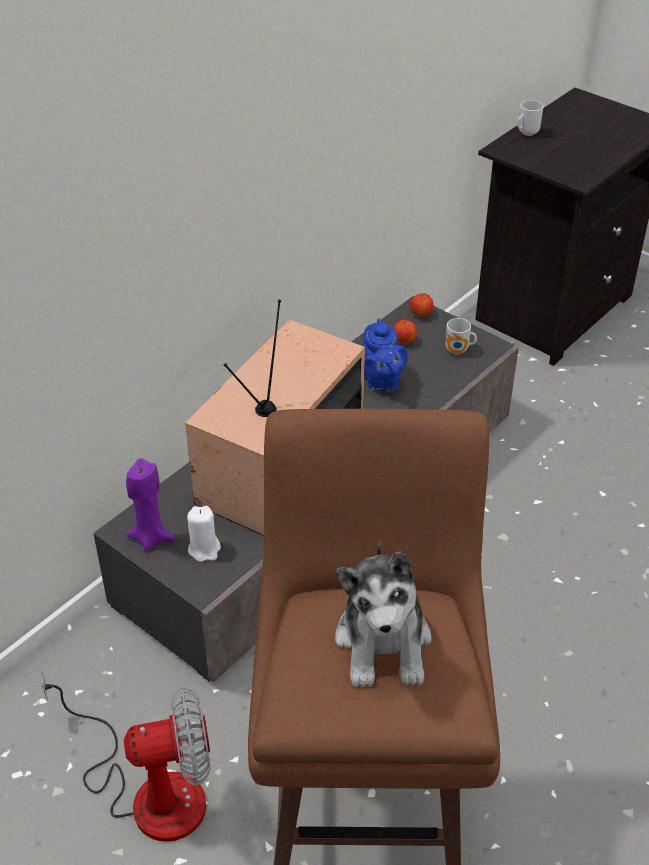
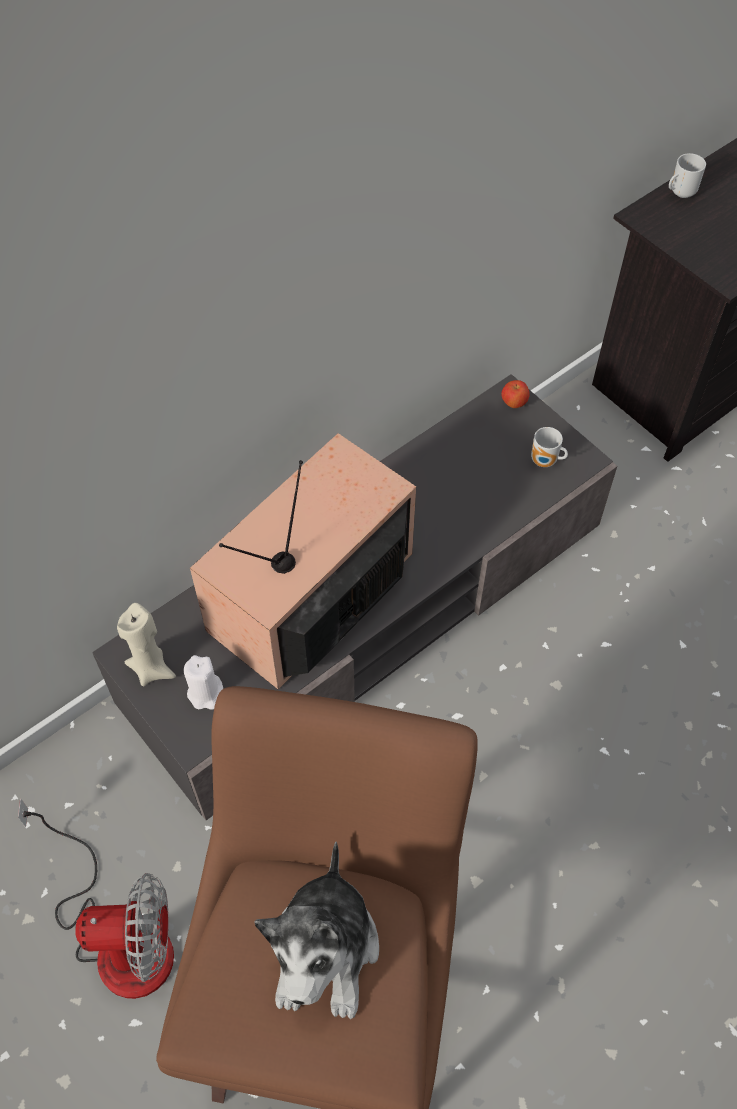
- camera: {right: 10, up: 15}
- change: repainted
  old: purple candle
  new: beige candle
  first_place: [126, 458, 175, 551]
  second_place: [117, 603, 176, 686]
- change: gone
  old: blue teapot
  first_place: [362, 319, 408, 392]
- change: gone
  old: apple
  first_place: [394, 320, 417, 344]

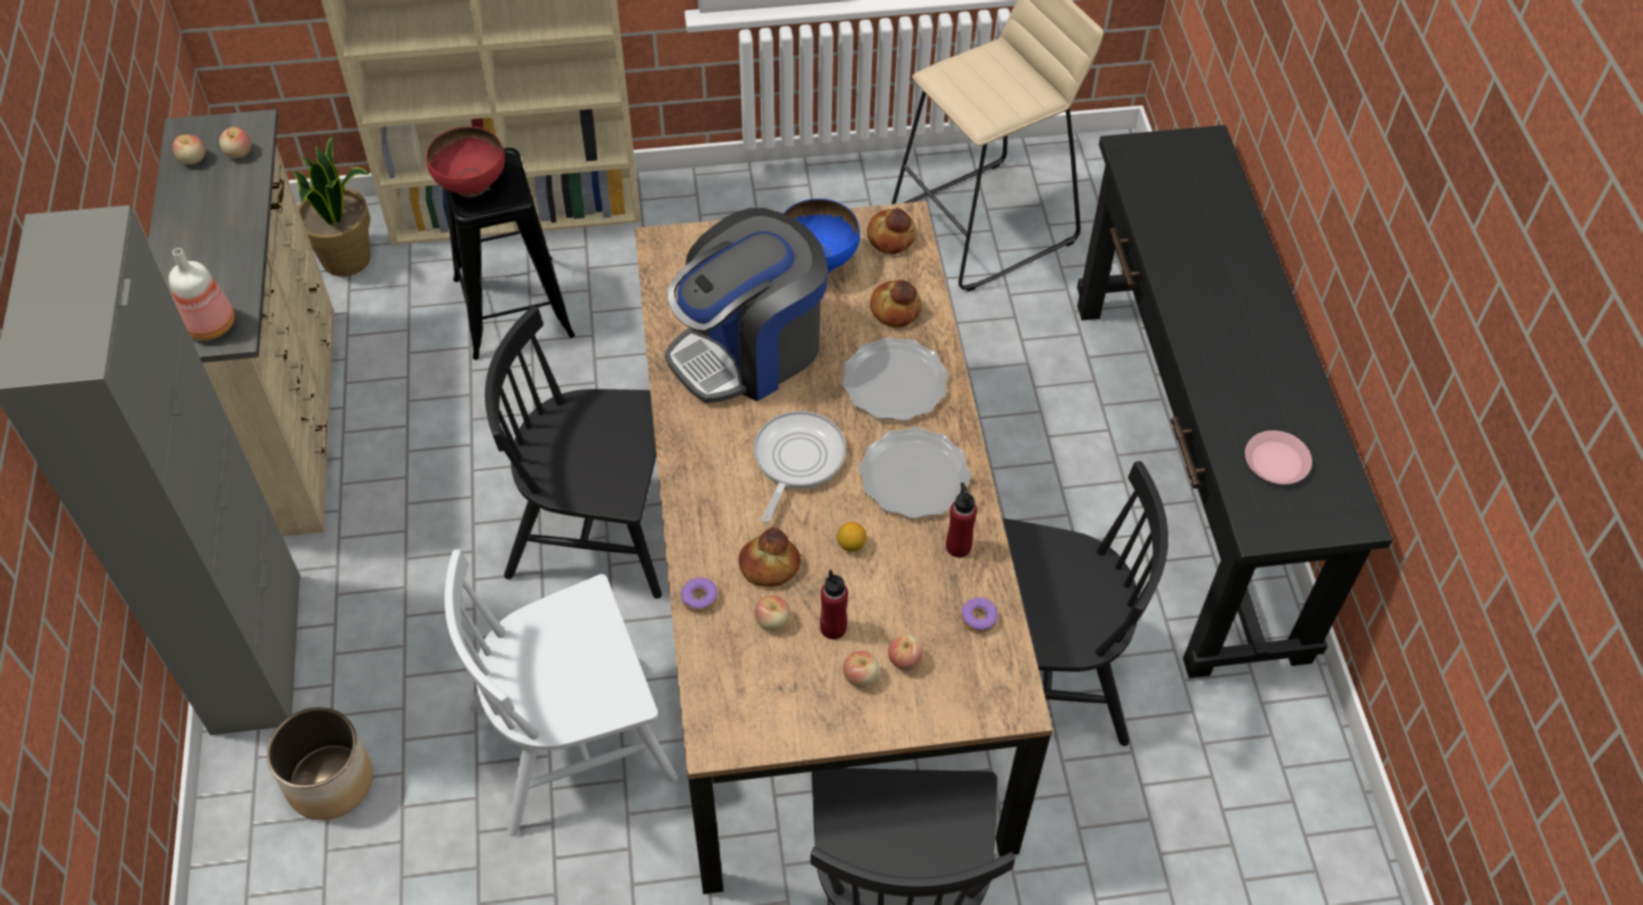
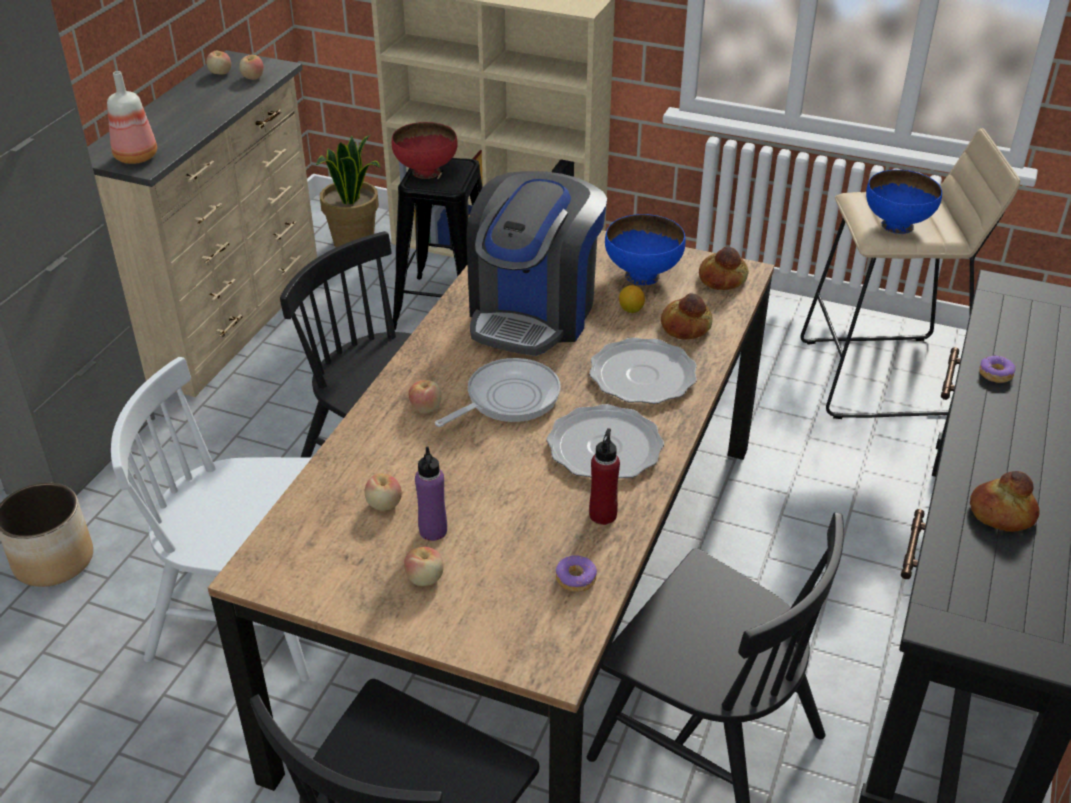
- camera: {right: 30, up: -15}
- change: shifted
  old: apple
  first_place: [888, 635, 924, 671]
  second_place: [409, 380, 442, 413]
- change: repainted
  old: red bottle
  new: purple bottle
  first_place: [820, 570, 848, 639]
  second_place: [415, 446, 447, 541]
- change: rotated
  old: coffee machine
  first_place: [665, 208, 828, 403]
  second_place: [466, 171, 607, 356]
  degrees: -60
- change: shifted
  old: lemon
  first_place: [837, 522, 866, 552]
  second_place: [619, 285, 645, 313]
- change: new
  new: blue bowl
  second_place: [866, 170, 942, 234]
- change: shifted
  old: bread
  first_place: [739, 528, 801, 587]
  second_place: [970, 471, 1040, 532]
- change: shifted
  old: donut
  first_place: [681, 577, 718, 613]
  second_place: [979, 354, 1016, 383]
- change: gone
  old: pink plate
  first_place: [1245, 430, 1312, 484]

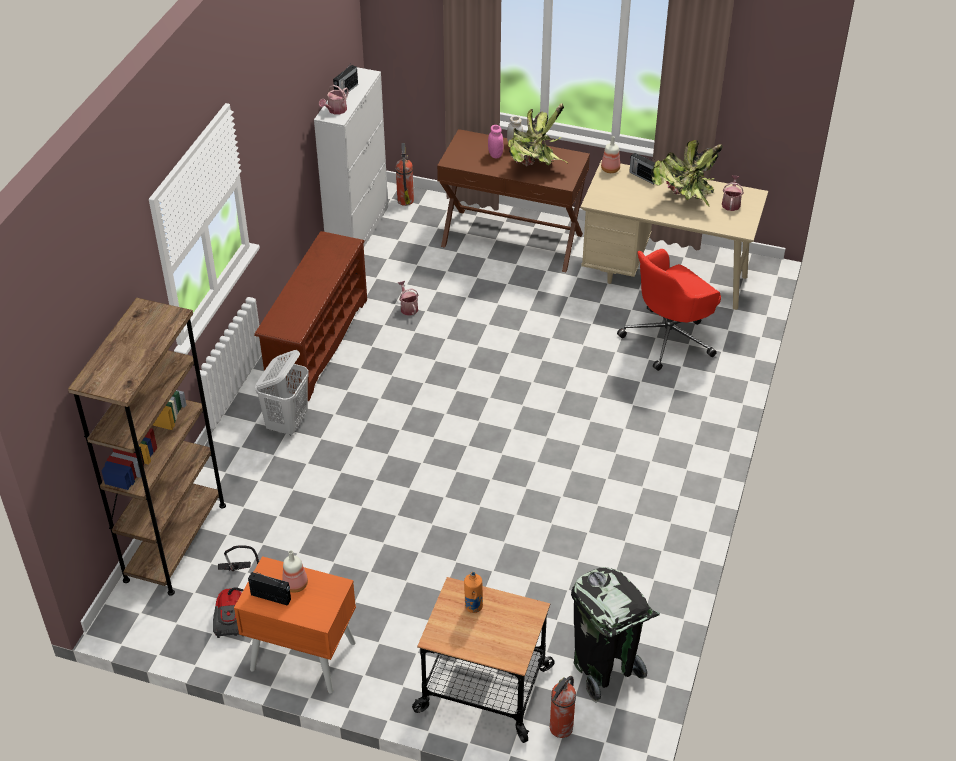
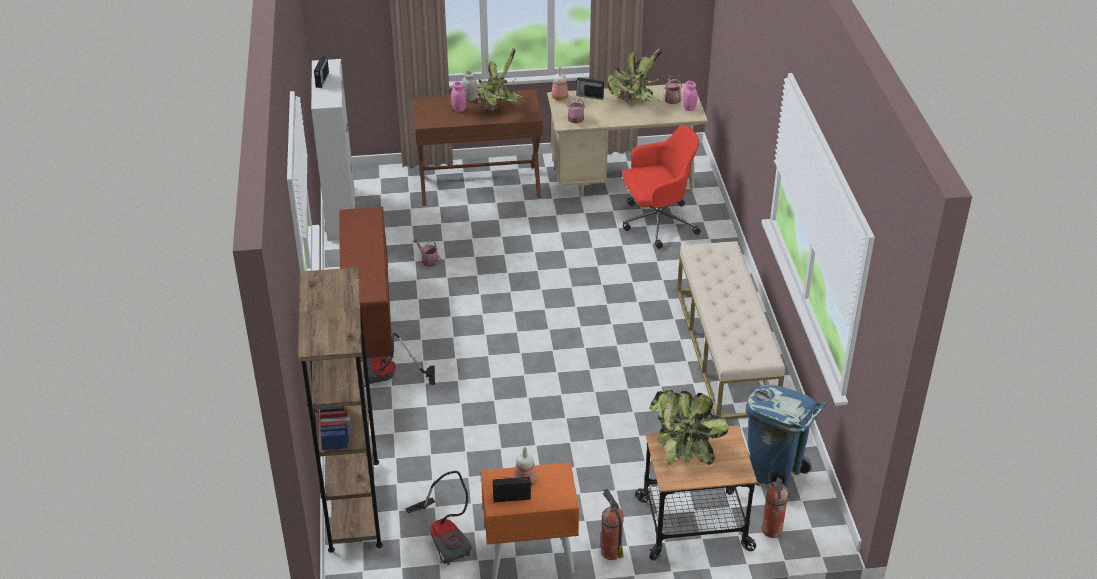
- camera: {right: -25, up: -5}
- change: swapped
  old: white laundry basket
  new: vacuum cleaner
  first_place: [255, 350, 309, 435]
  second_place: [360, 333, 435, 387]
- change: shifted
  old: watering can
  first_place: [319, 85, 349, 115]
  second_place: [567, 98, 585, 123]
- change: shifted
  old: fire extinguisher
  first_place: [396, 143, 414, 206]
  second_place: [601, 488, 624, 560]
- change: rotated
  old: red office chair
  first_place: [617, 249, 721, 371]
  second_place: [622, 125, 701, 249]
  degrees: -135
- change: swapped
  old: orange bottle
  new: potted plant
  first_place: [464, 572, 483, 613]
  second_place: [649, 389, 729, 465]
- change: new
  new: beige bench
  second_place: [677, 241, 785, 419]
- change: new
  new: pink jar
  second_place: [683, 81, 697, 111]
- change: repainted
  old: black trash can
  new: blue trash can
  first_place: [571, 567, 660, 702]
  second_place: [746, 385, 827, 498]

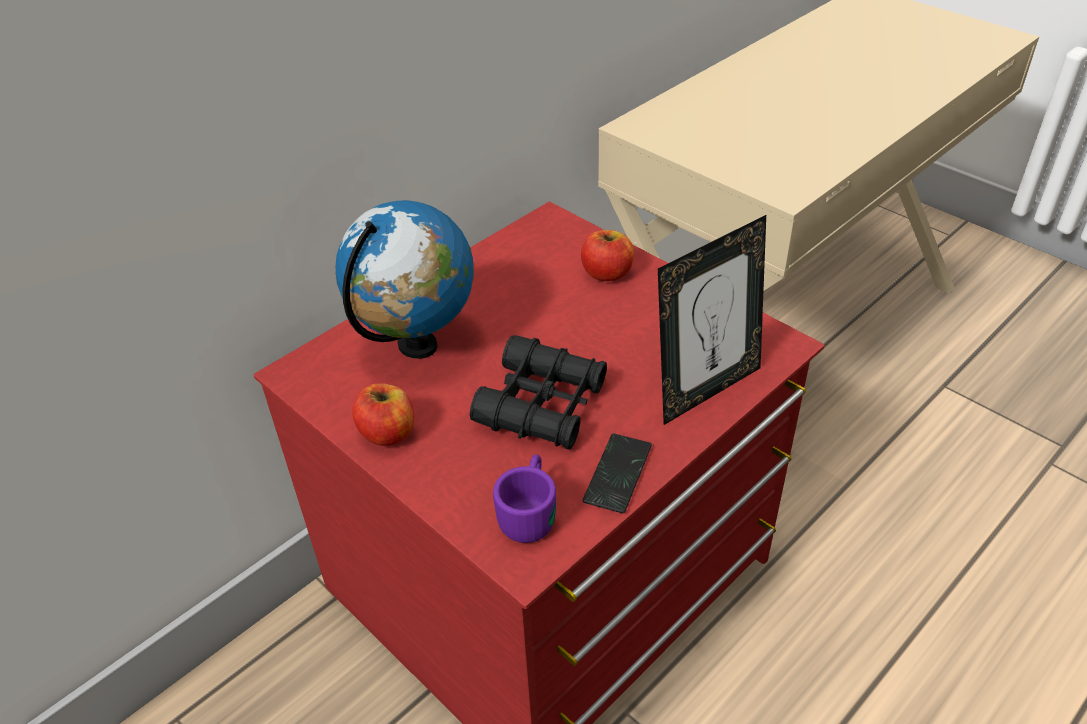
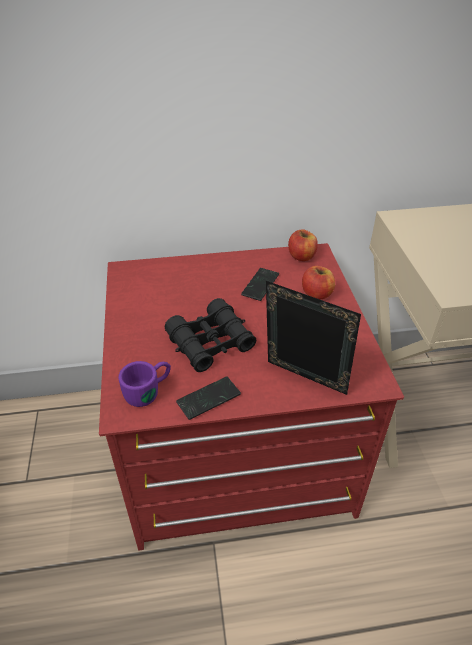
- camera: {right: 35, up: 0}
- change: new
  new: phone
  second_place: [241, 268, 279, 301]
- change: rotated
  old: picture frame
  first_place: [658, 215, 766, 425]
  second_place: [266, 281, 361, 395]
  degrees: -150
- change: shifted
  old: apple
  first_place: [352, 383, 414, 446]
  second_place: [288, 229, 318, 261]
- change: gone
  old: globe
  first_place: [336, 200, 474, 359]

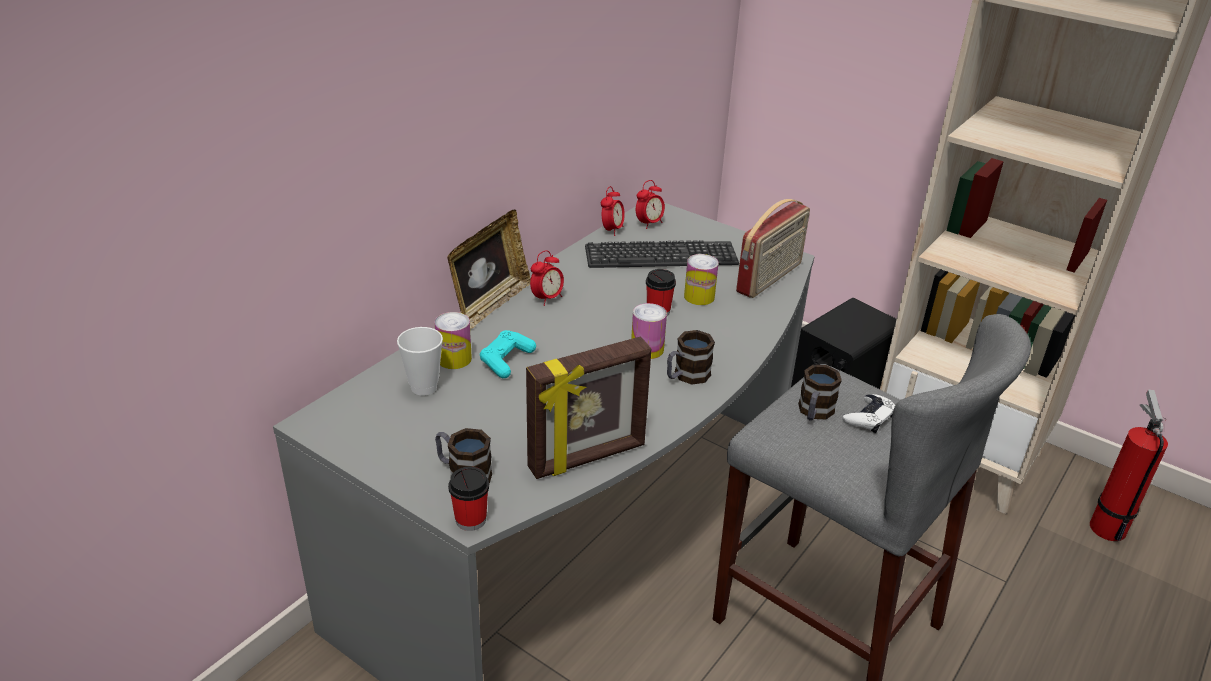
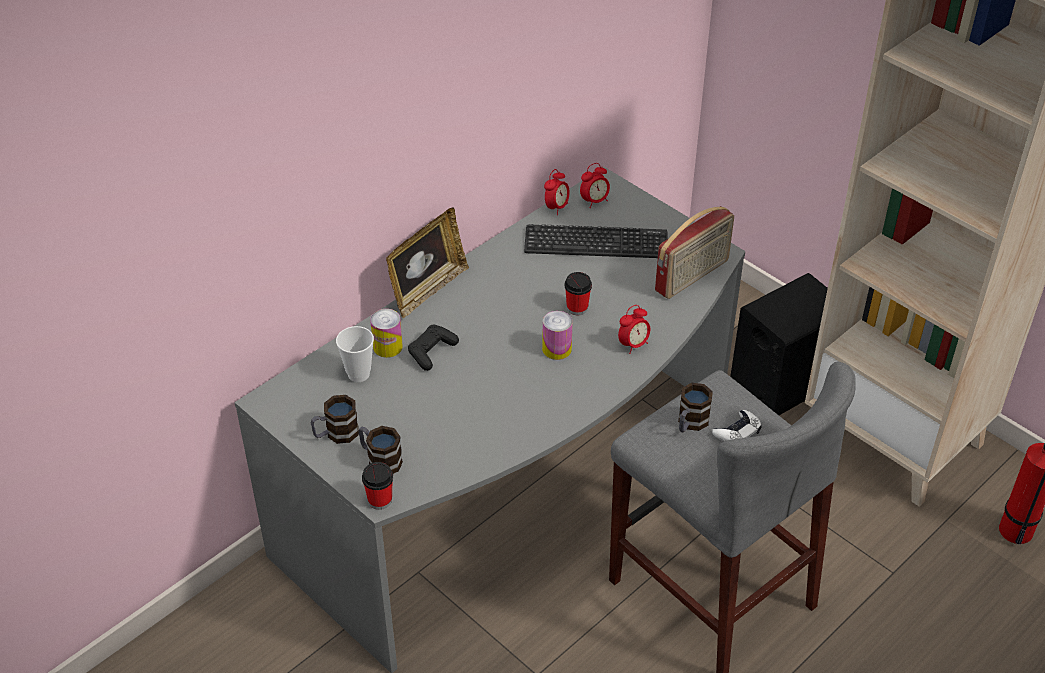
- camera: {right: 10, up: 10}
- change: shifted
  old: mug
  first_place: [667, 330, 715, 385]
  second_place: [311, 395, 359, 444]
- change: repainted
  old: turquoise game controller
  new: black game controller
  first_place: [480, 330, 536, 378]
  second_place: [408, 325, 459, 371]
- change: shifted
  old: alarm clock
  first_place: [530, 250, 564, 306]
  second_place: [618, 305, 650, 354]
- change: gone
  old: picture frame
  first_place: [526, 337, 651, 479]
- change: gone
  old: can
  first_place: [684, 254, 719, 305]

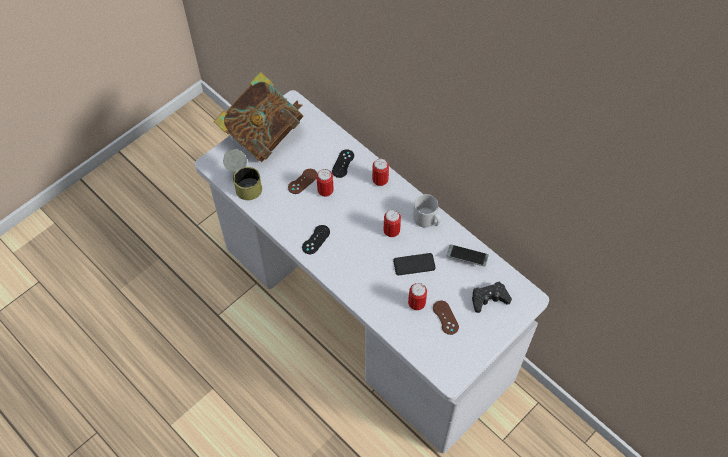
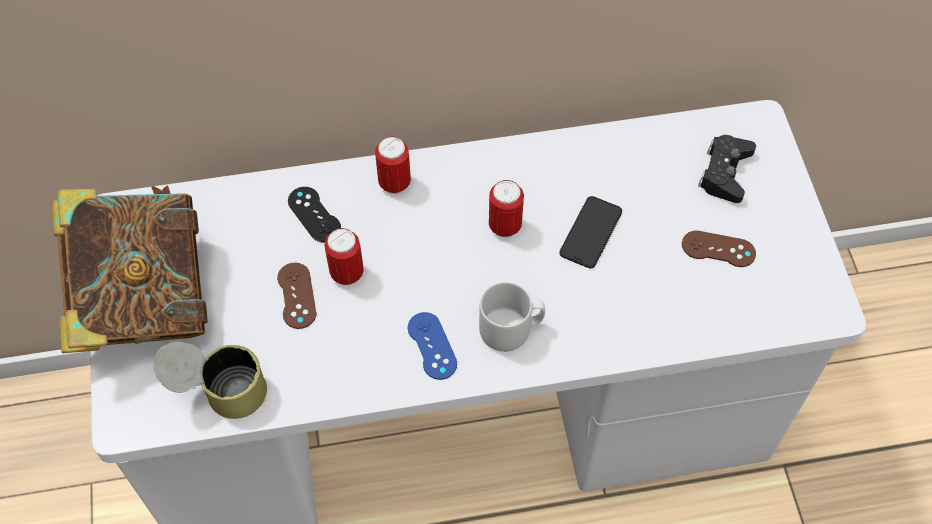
- camera: {right: -55, up: 0}
- change: repainted
  old: black game controller
  new: blue game controller
  first_place: [302, 225, 330, 254]
  second_place: [408, 312, 457, 380]
- change: shifted
  old: grey mug
  first_place: [413, 194, 441, 228]
  second_place: [479, 282, 545, 352]
- change: gone
  old: can
  first_place: [408, 283, 427, 310]
- change: gone
  old: phone
  first_place: [446, 244, 489, 267]

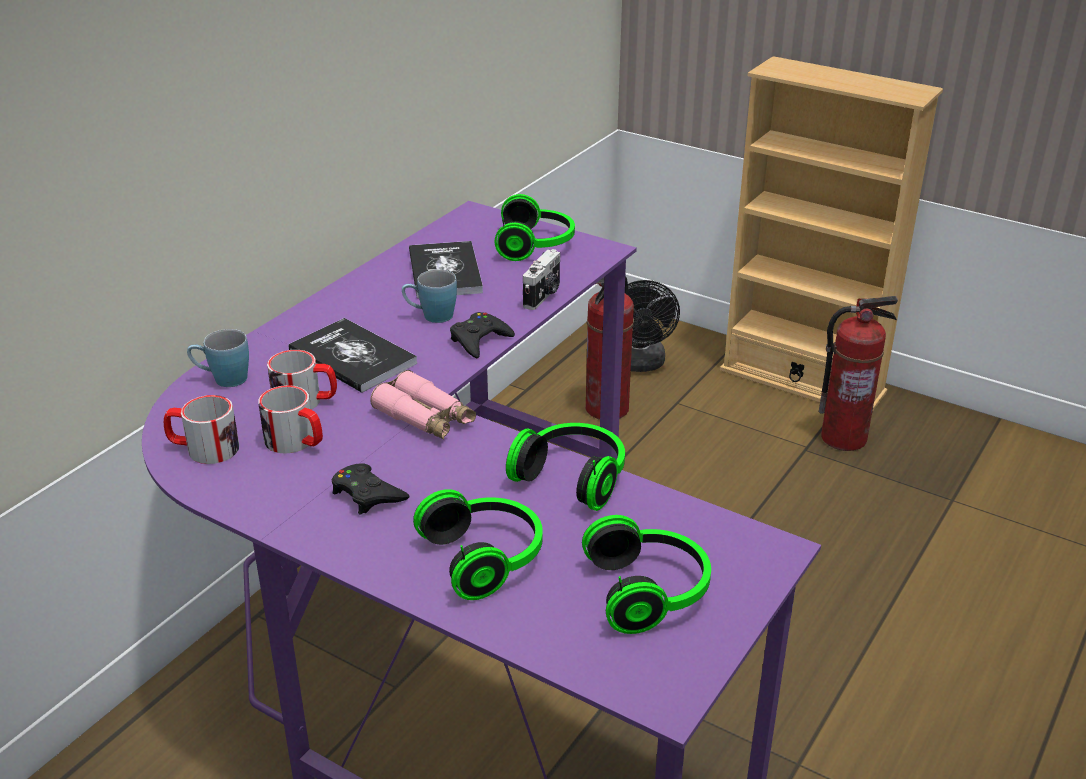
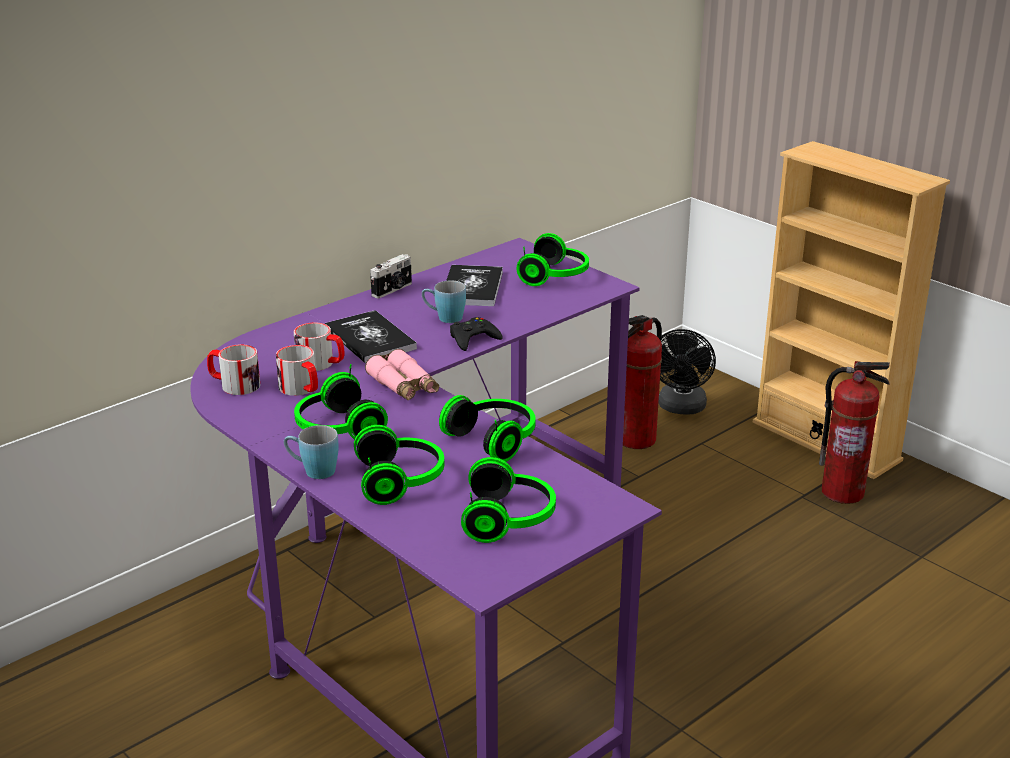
- camera: {right: 15, up: -5}
- change: shifted
  old: blue mug
  first_place: [187, 329, 249, 387]
  second_place: [284, 425, 339, 479]
- change: swapped
  old: black game controller
  new: headphones
  first_place: [332, 463, 409, 514]
  second_place: [294, 364, 388, 440]
- change: shifted
  old: photo camera
  first_place: [523, 249, 560, 310]
  second_place: [370, 254, 412, 298]

